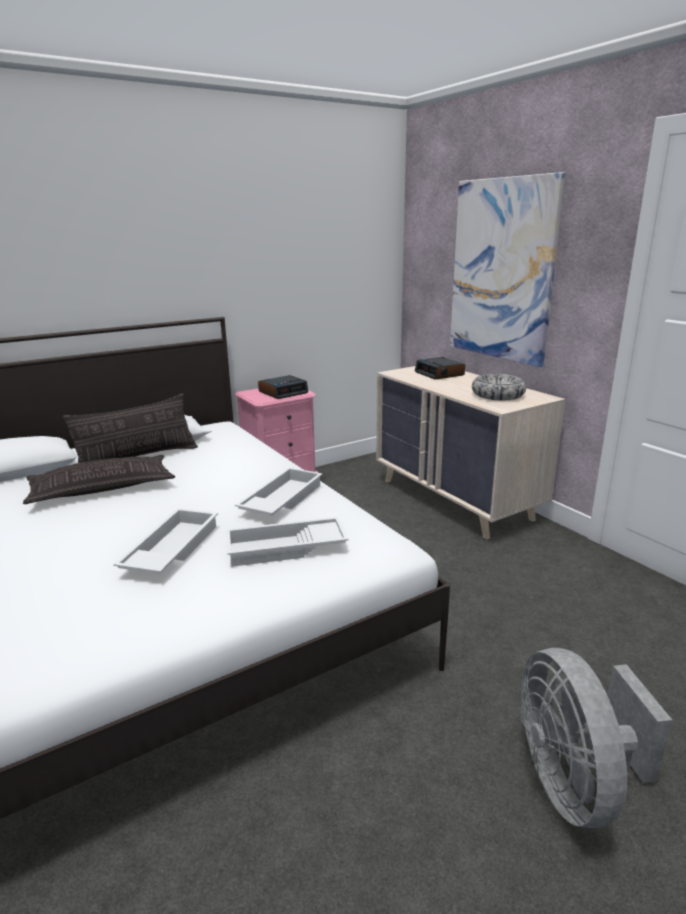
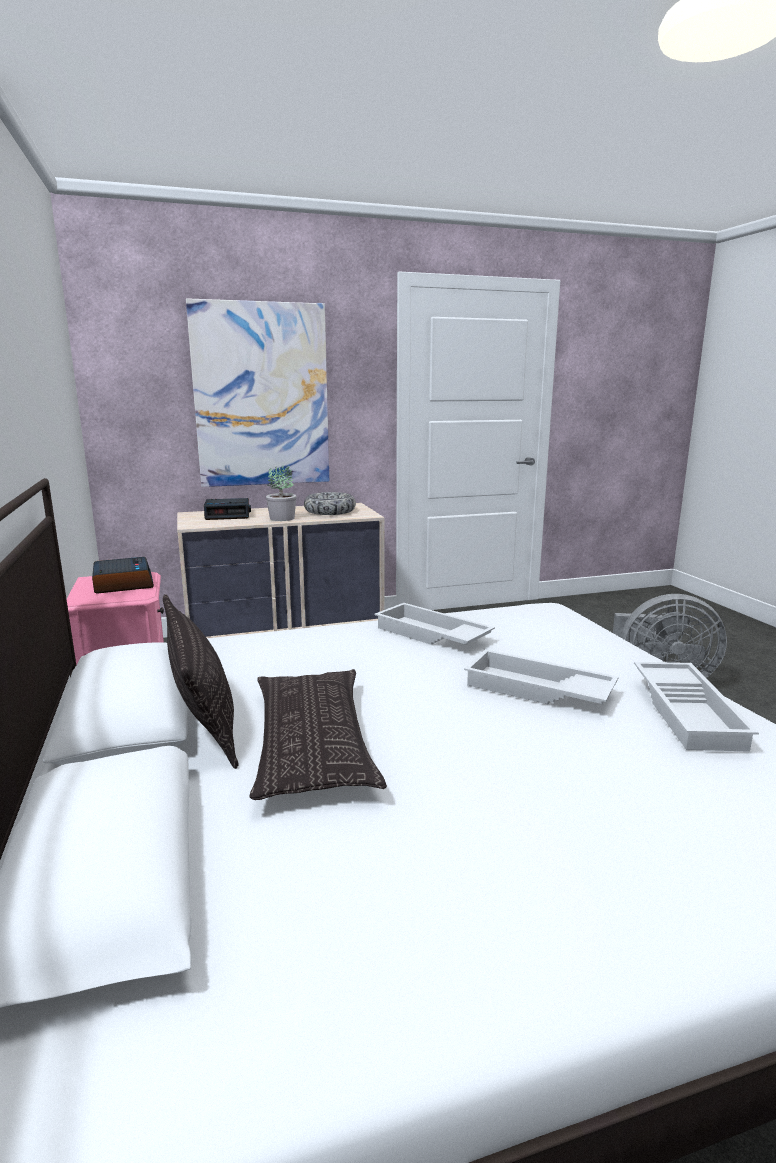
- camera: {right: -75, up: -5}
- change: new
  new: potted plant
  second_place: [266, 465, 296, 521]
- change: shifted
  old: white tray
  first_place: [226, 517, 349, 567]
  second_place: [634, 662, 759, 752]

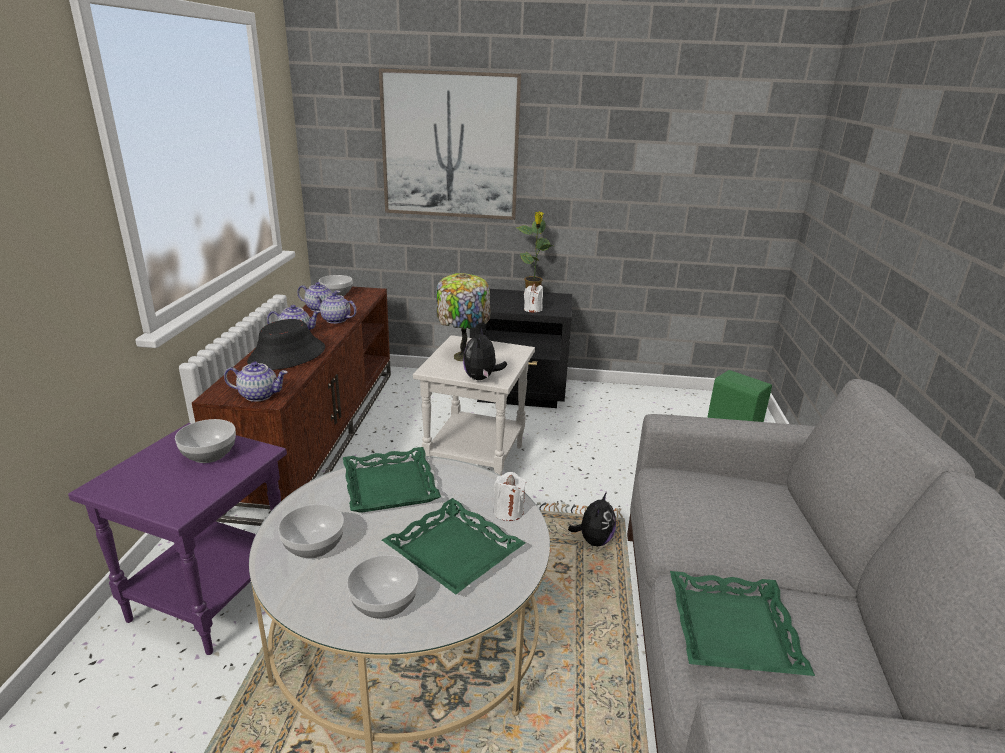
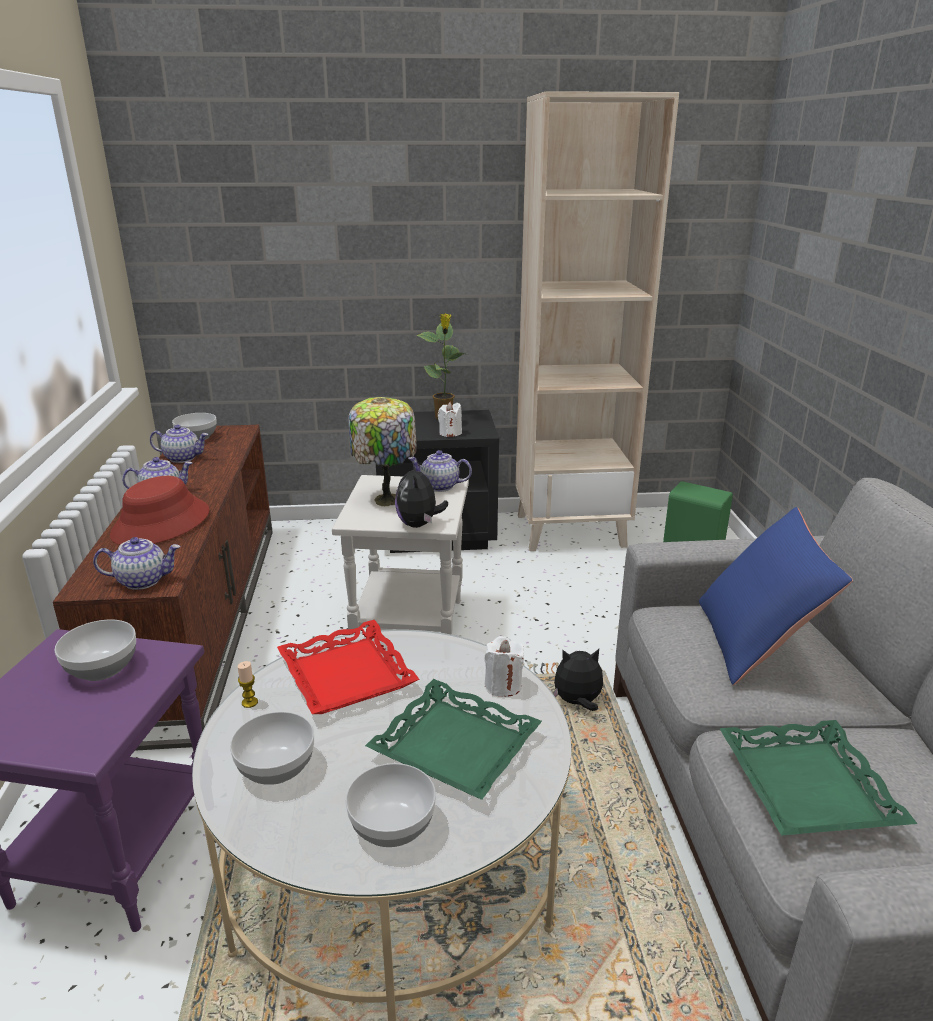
- camera: {right: -10, up: 0}
- change: repainted
  old: black hat
  new: red hat
  first_place: [247, 319, 325, 370]
  second_place: [110, 476, 210, 545]
- change: new
  new: candle
  second_place: [238, 661, 258, 708]
- change: repainted
  old: green tray
  new: red tray
  first_place: [343, 447, 441, 513]
  second_place: [277, 620, 420, 714]
- change: shifted
  old: teapot
  first_place: [314, 292, 357, 324]
  second_place: [408, 450, 472, 492]
- change: new
  new: beige bookcase
  second_place: [515, 91, 679, 551]
- change: rotated
  old: plush toy
  first_place: [568, 492, 616, 546]
  second_place: [553, 649, 603, 711]
  degrees: -105
- change: new
  new: blue pillow
  second_place: [699, 507, 853, 685]
- change: gone
  old: picture
  first_place: [379, 68, 521, 220]

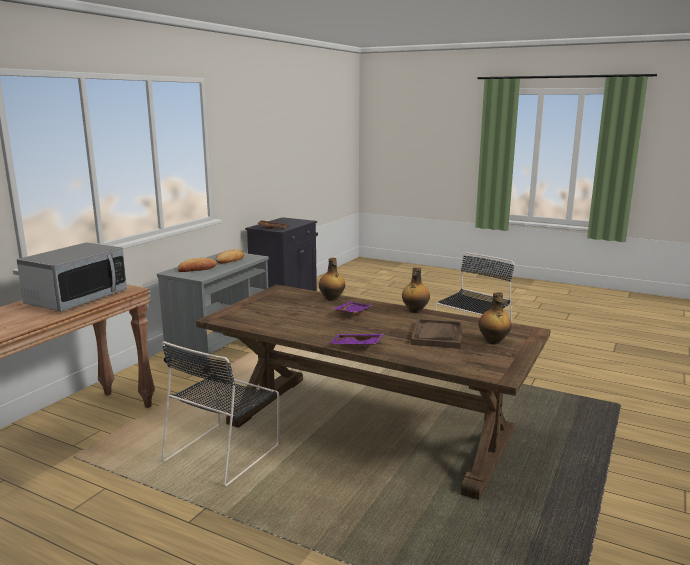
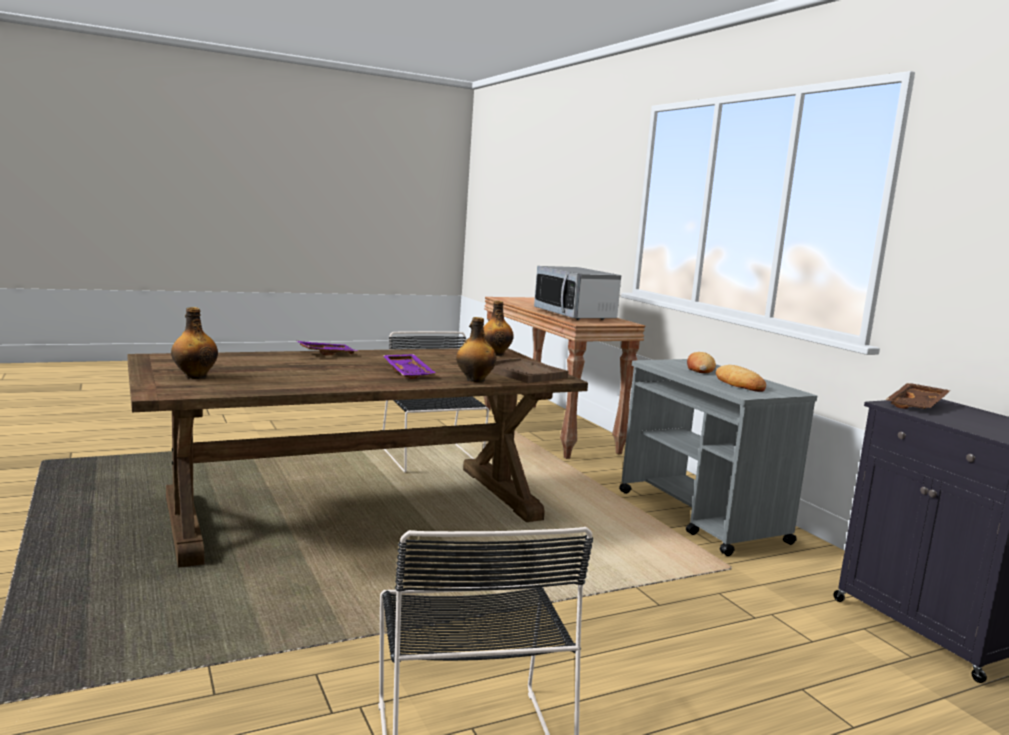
- camera: {right: 125, up: -5}
- change: shifted
  old: bottle
  first_place: [402, 267, 430, 313]
  second_place: [484, 301, 514, 356]
- change: shifted
  old: brown tray
  first_place: [411, 318, 462, 349]
  second_place: [491, 358, 568, 383]

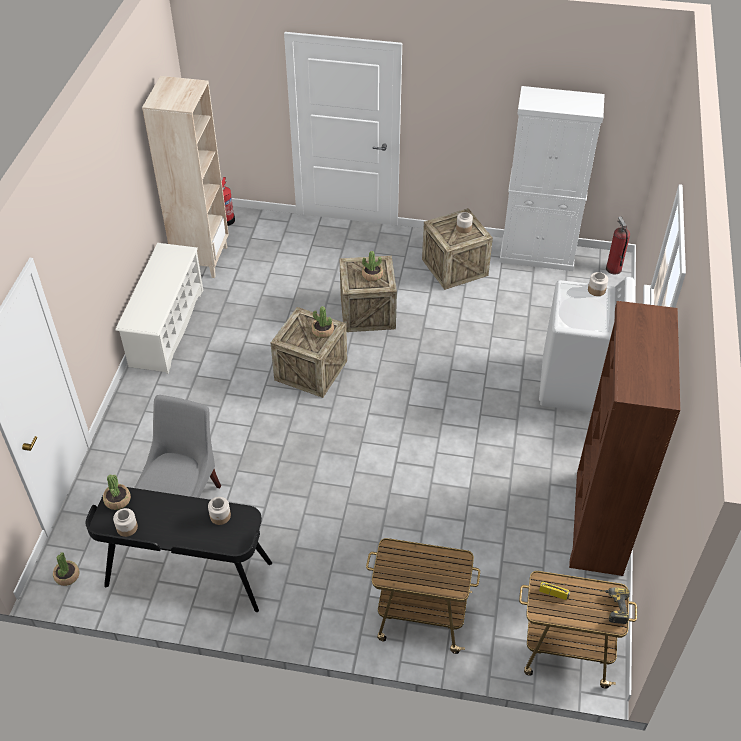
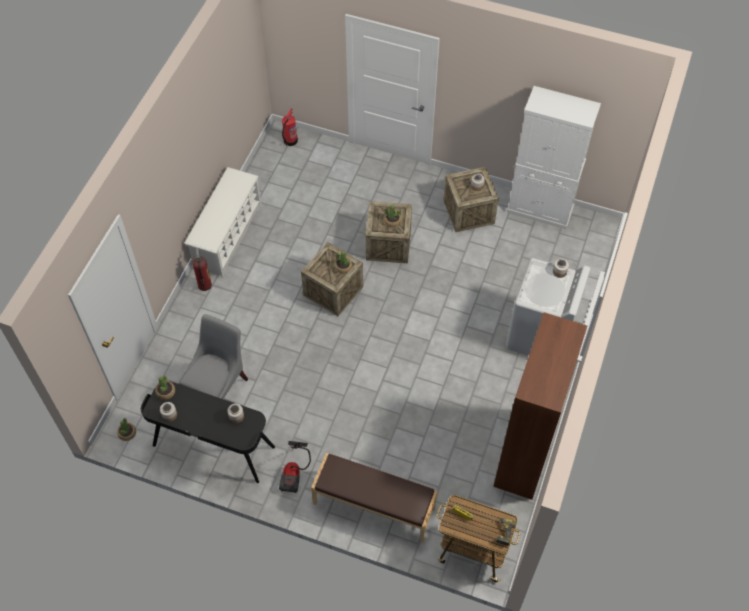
- camera: {right: 10, up: 10}
- change: shifted
  old: fire extinguisher
  first_place: [606, 216, 630, 274]
  second_place: [192, 248, 212, 291]
- change: new
  new: vacuum cleaner
  second_place: [279, 441, 311, 493]
- change: swapped
  old: cart
  new: brown bench
  first_place: [366, 538, 480, 654]
  second_place: [311, 453, 438, 543]
- change: gone
  old: beige bookcase
  first_place: [142, 76, 229, 278]

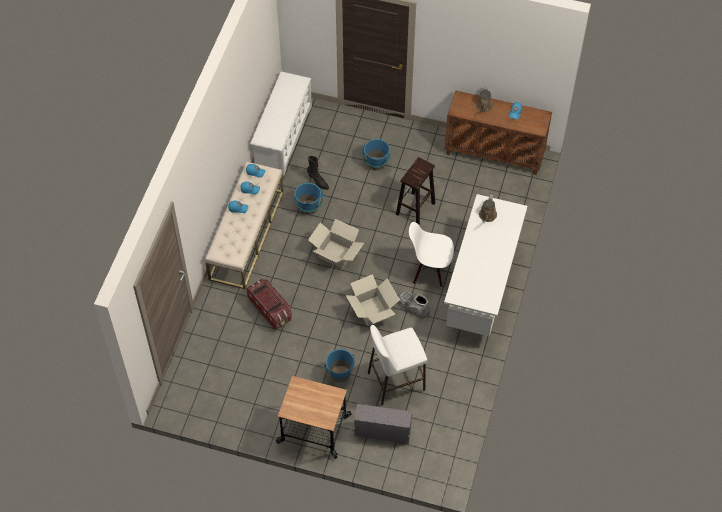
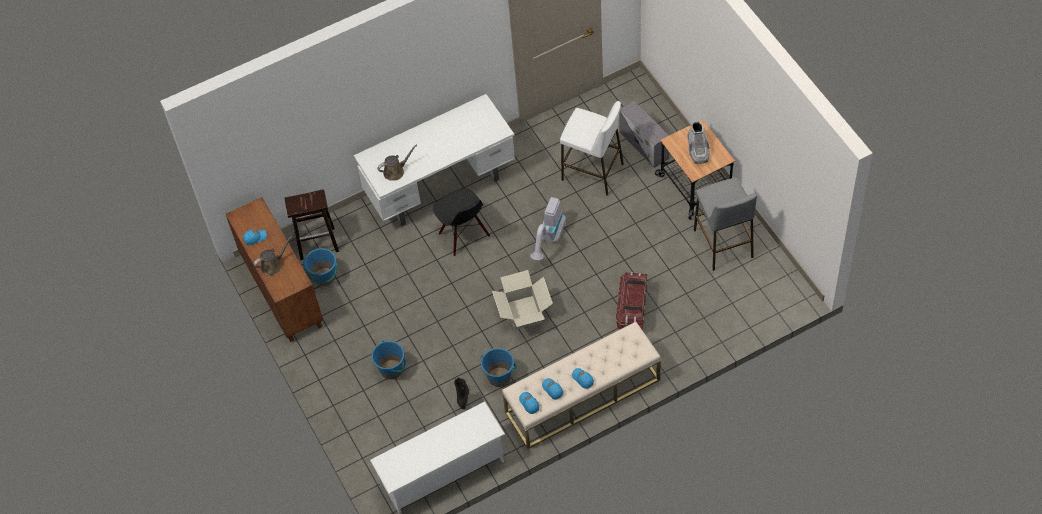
- camera: {right: -130, up: 0}
- change: shifted
  old: brown stool
  first_place: [396, 157, 435, 225]
  second_place: [284, 189, 339, 260]
- change: shifted
  old: blue bucket
  first_place: [324, 349, 355, 383]
  second_place: [303, 248, 338, 286]
- change: repainted
  old: white chair
  new: black chair
  first_place: [409, 222, 454, 287]
  second_place: [433, 188, 490, 256]
- change: swapped
  old: cardboard box
  new: vacuum cleaner
  first_place: [346, 274, 400, 326]
  second_place: [530, 197, 566, 260]
- change: shifted
  old: grey boot
  first_place: [398, 290, 430, 319]
  second_place: [687, 120, 710, 164]
- change: new
  new: grey stool
  second_place: [694, 177, 757, 271]

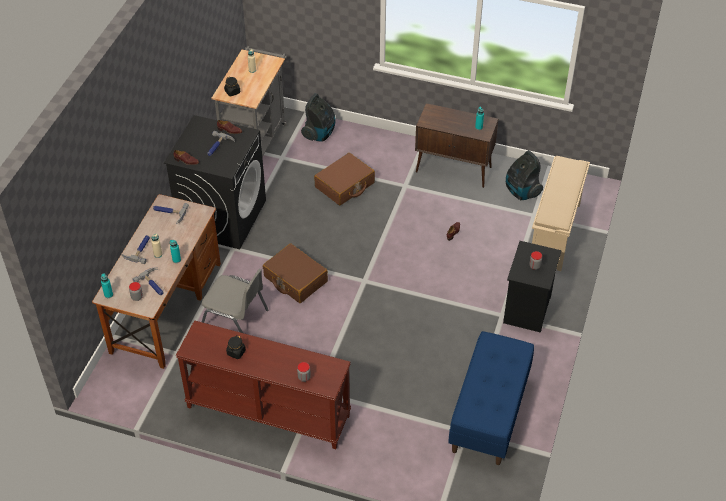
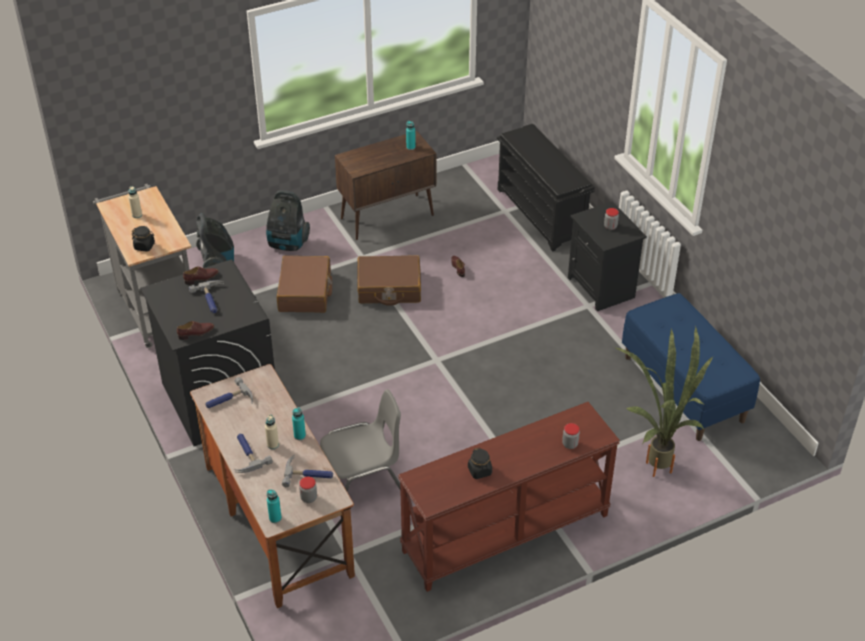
- camera: {right: -45, up: -5}
- change: shifted
  old: vacuum cleaner
  first_place: [506, 151, 543, 200]
  second_place: [266, 190, 310, 251]
- change: shifted
  old: brown suitcase
  first_place: [263, 244, 328, 303]
  second_place: [357, 255, 421, 306]
- change: repainted
  old: beige shoe rack
  new: black shoe rack
  first_place: [532, 156, 590, 271]
  second_place: [497, 124, 595, 251]
- change: new
  new: potted plant
  second_place: [614, 326, 713, 477]

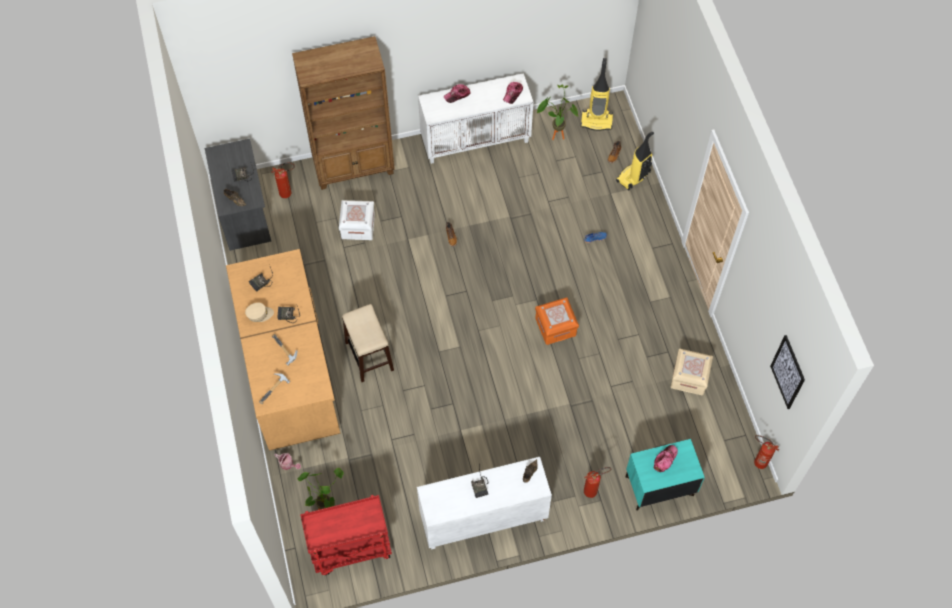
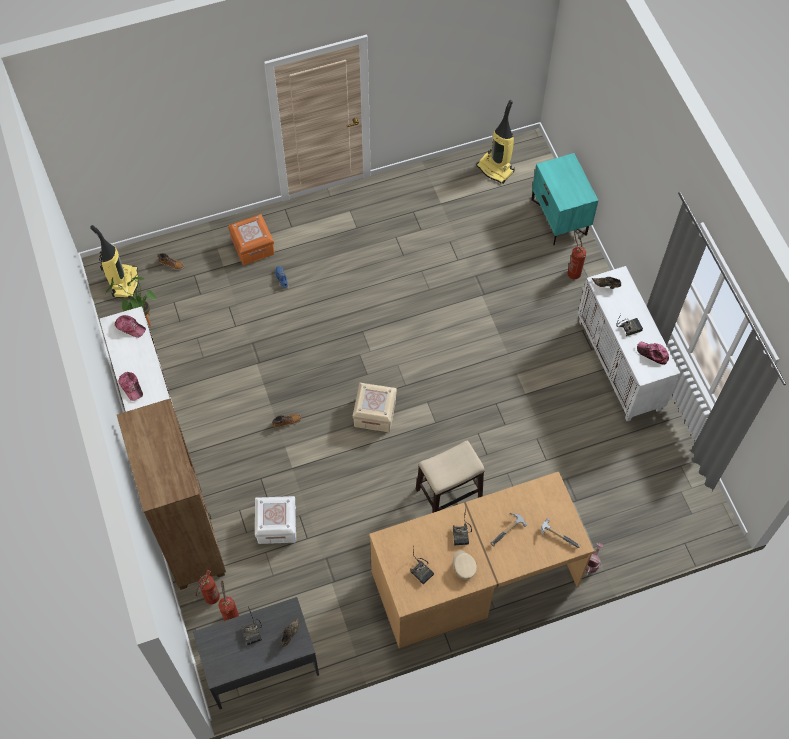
- camera: {right: -95, up: 0}
- change: shifted
  old: fire extinguisher
  first_place: [754, 435, 779, 469]
  second_place: [195, 570, 220, 604]
- change: shifted
  old: orange storage box
  first_place: [535, 297, 579, 345]
  second_place: [228, 214, 275, 265]
- change: shifted
  old: beige storage box
  first_place: [671, 348, 713, 395]
  second_place: [353, 383, 397, 432]
- change: shifted
  old: vacuum cleaner
  first_place: [616, 132, 654, 191]
  second_place: [476, 100, 515, 184]
- change: shifted
  old: cap
  first_place: [654, 445, 678, 472]
  second_place: [637, 342, 669, 365]
- change: gone
  old: potted plant
  first_place: [298, 468, 344, 510]
- change: gone
  old: red cart
  first_place: [300, 495, 392, 575]
- change: gone
  old: picture
  first_place: [770, 335, 805, 409]

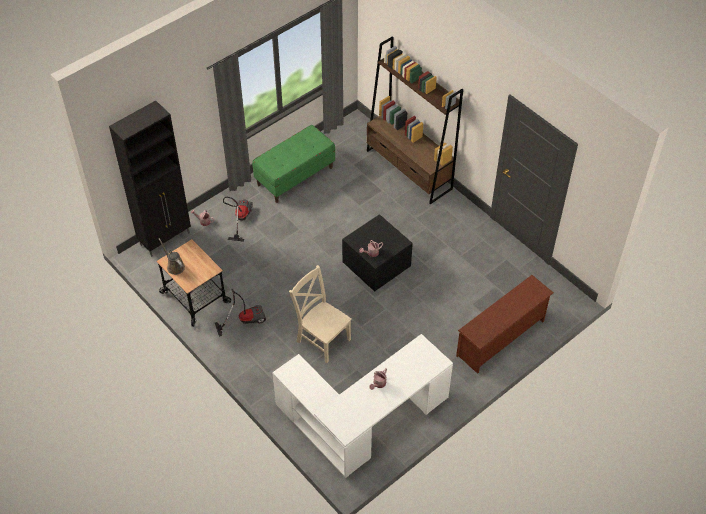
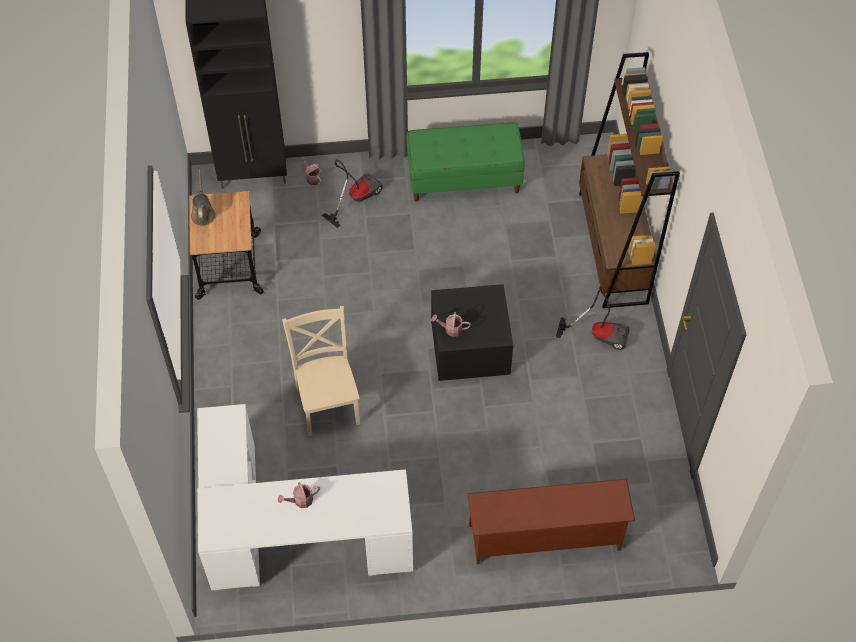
- camera: {right: 35, up: 5}
- change: shifted
  old: vacuum cleaner
  first_place: [215, 288, 266, 337]
  second_place: [556, 287, 629, 350]

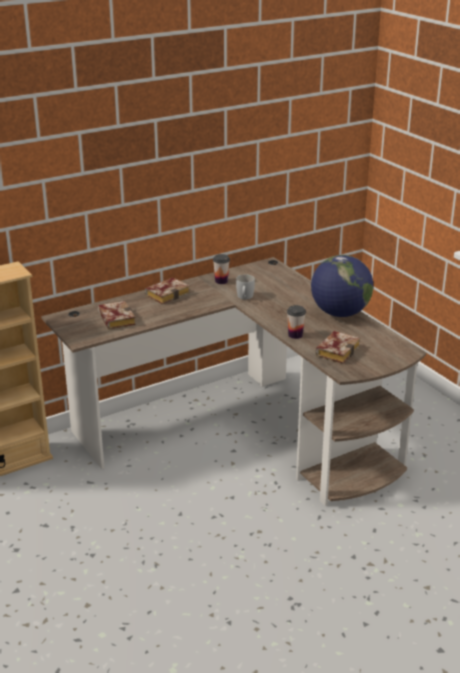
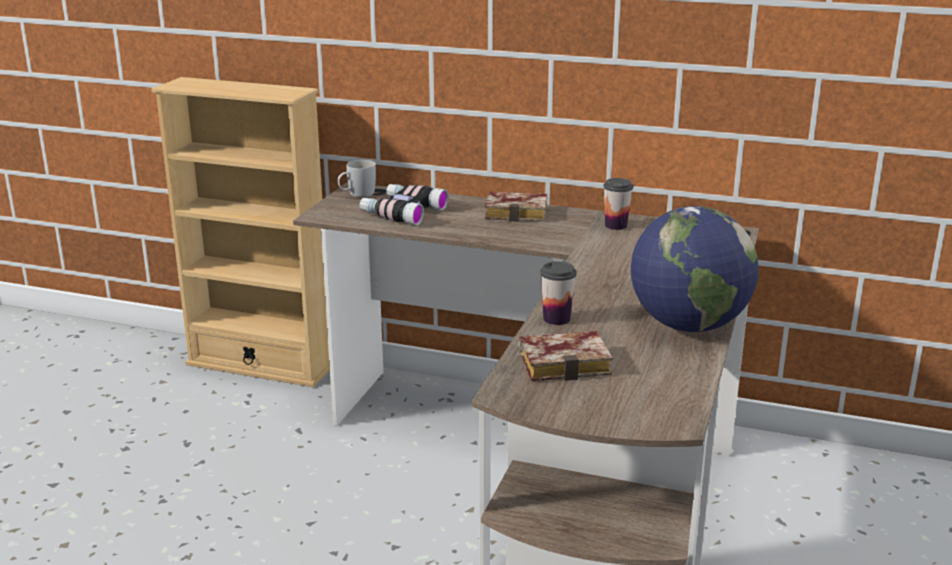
- camera: {right: 50, up: -5}
- change: shifted
  old: white mug
  first_place: [236, 275, 255, 299]
  second_place: [337, 160, 376, 197]
- change: swapped
  old: book
  new: binoculars
  first_place: [98, 301, 136, 330]
  second_place: [360, 184, 449, 225]

